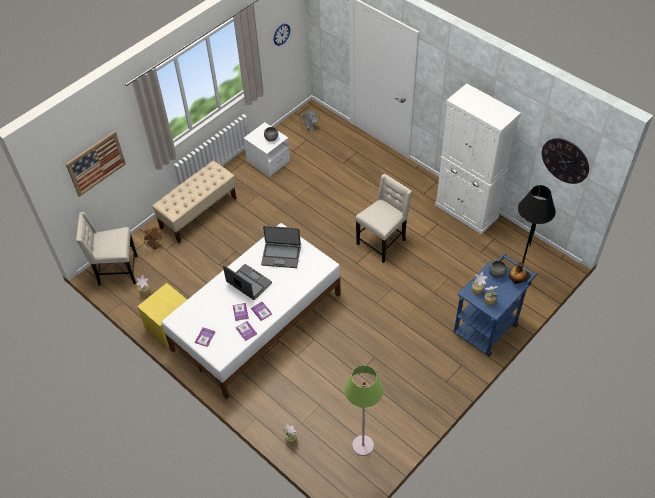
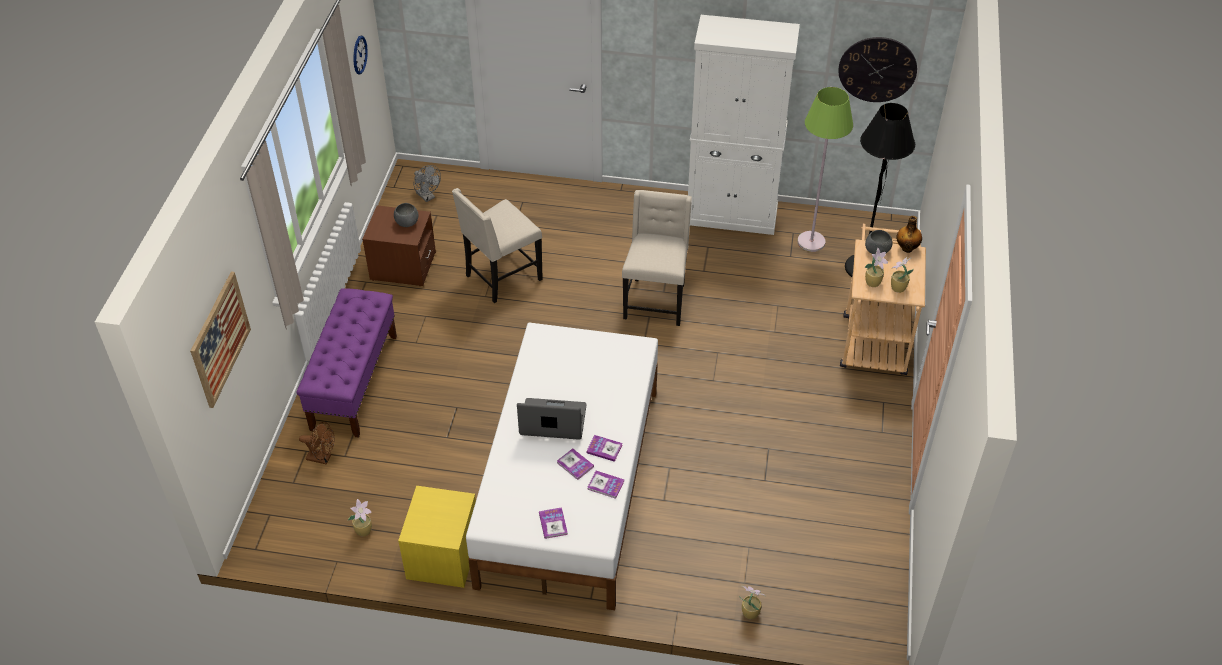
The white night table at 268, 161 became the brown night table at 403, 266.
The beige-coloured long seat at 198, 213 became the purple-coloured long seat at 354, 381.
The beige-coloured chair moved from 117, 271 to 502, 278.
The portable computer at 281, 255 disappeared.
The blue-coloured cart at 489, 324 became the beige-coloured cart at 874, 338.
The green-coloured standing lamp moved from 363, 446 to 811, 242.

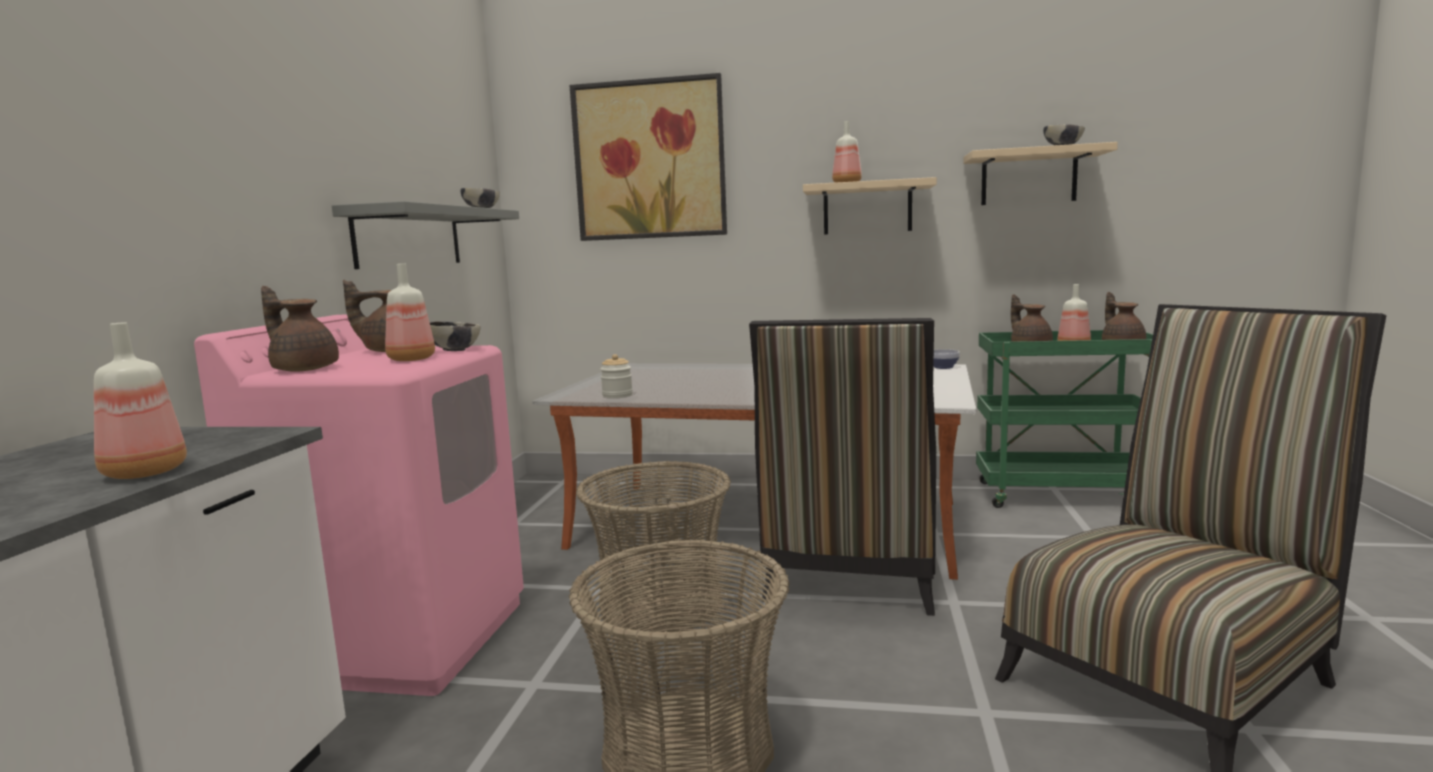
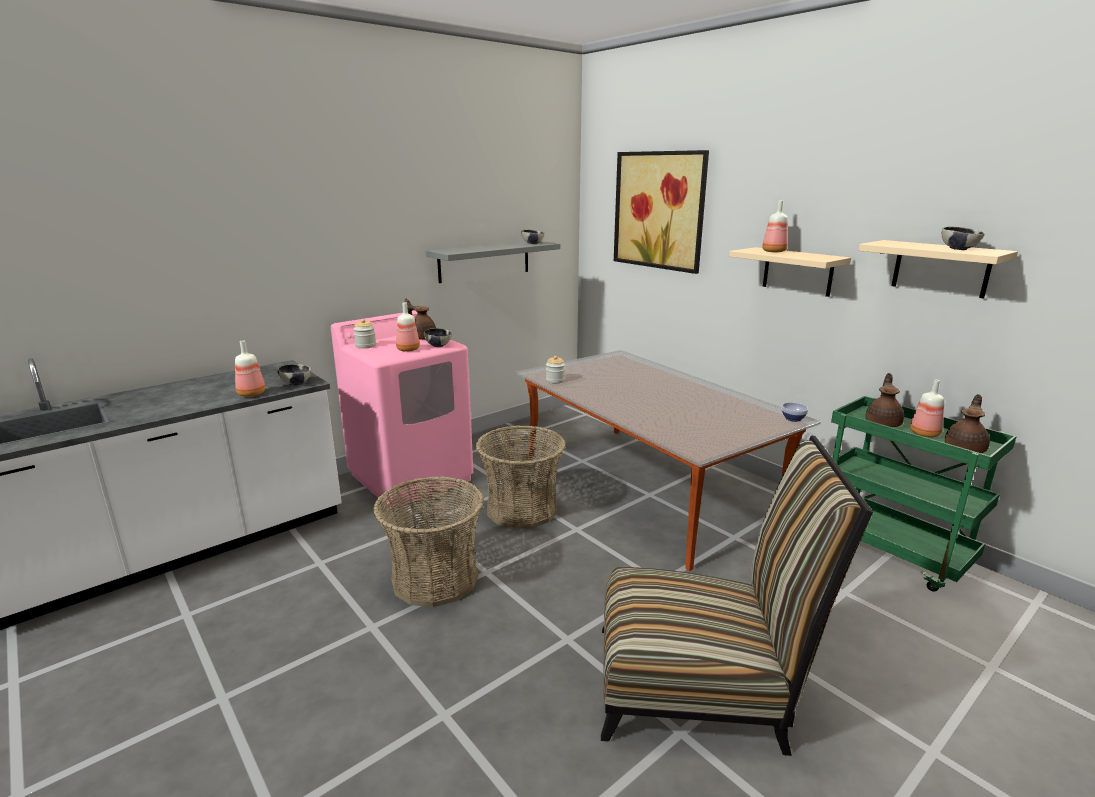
The brown teapot at 304, 369 was replaced by the storage jar at 365, 346.
The chair at 851, 574 disappeared.
The serving bowl at 296, 383 appeared.

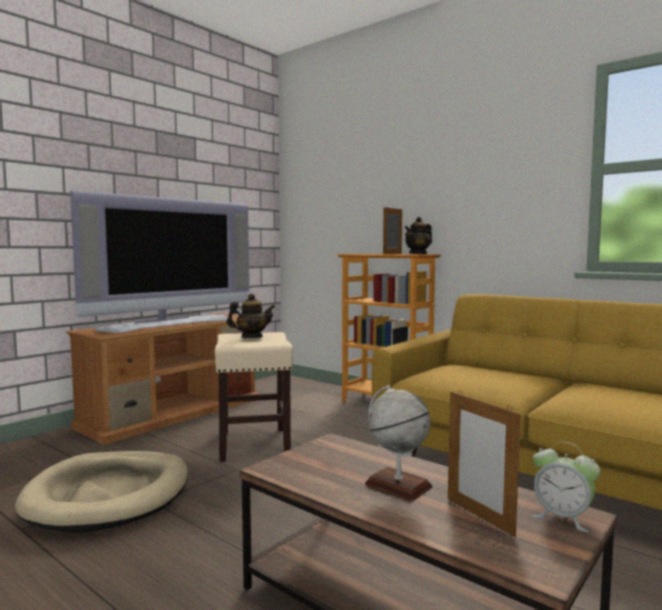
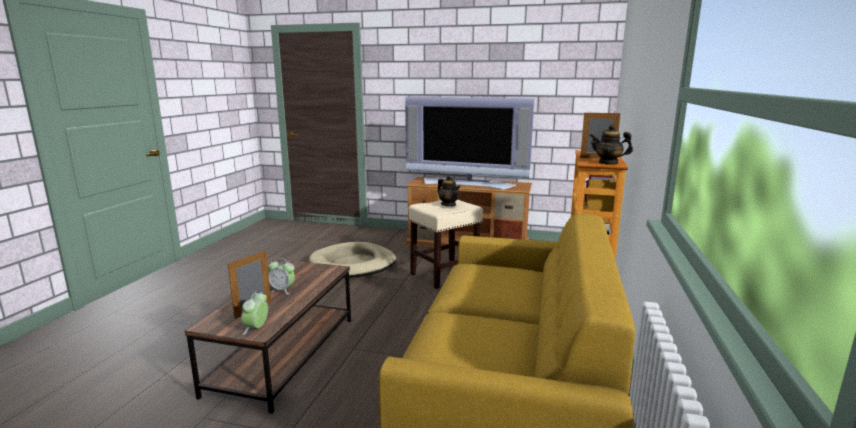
The globe at 398, 485 was replaced by the table clock at 282, 290.

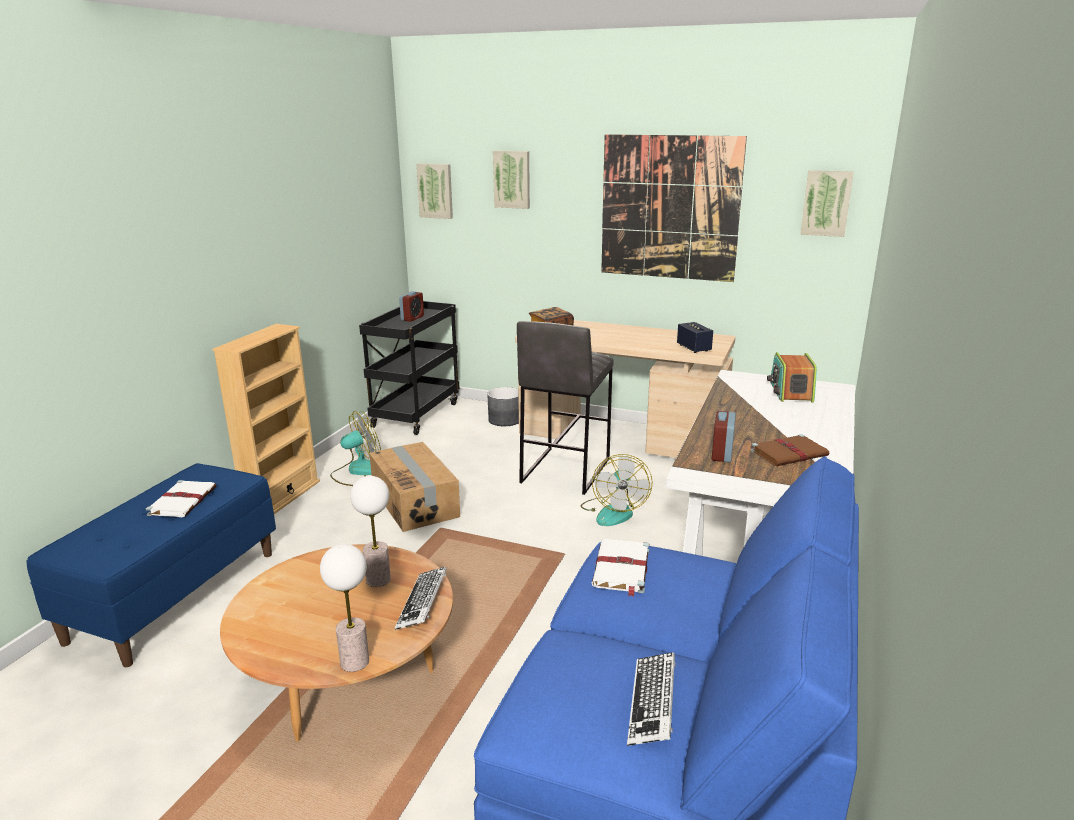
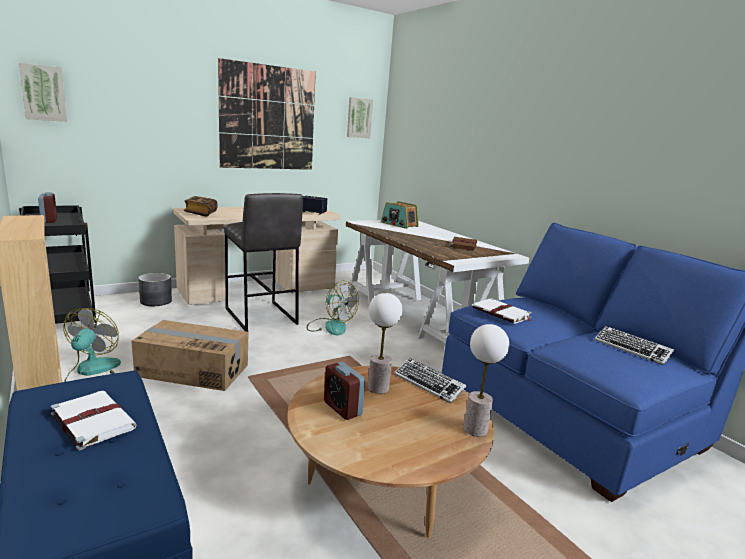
The wall picture at 512, 179 disappeared.
The table clock moved from 722, 454 to 342, 408.

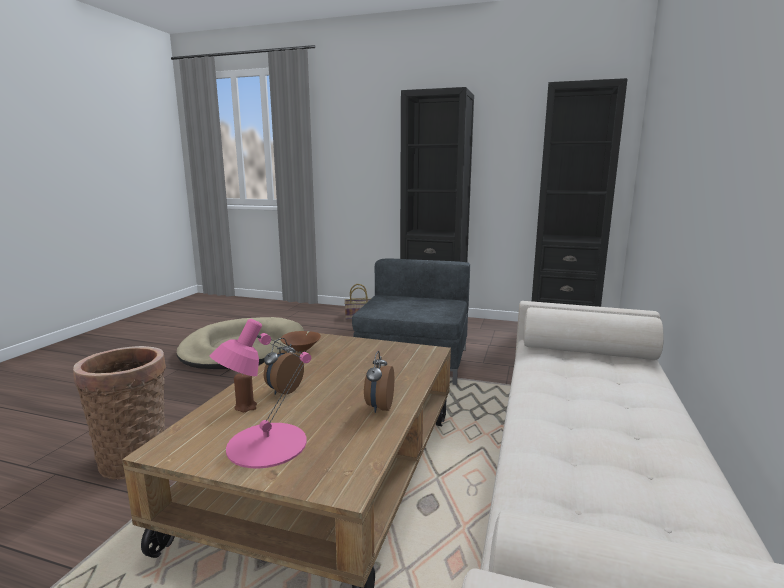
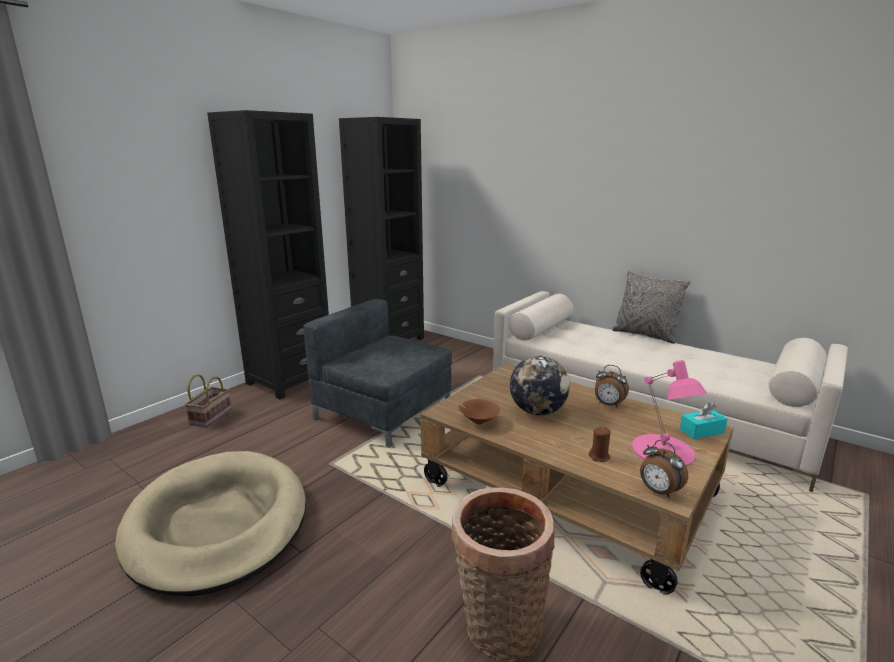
The table clock moved from 283, 390 to 658, 491.
The gray pillow at 645, 335 appeared.
The globe at 537, 411 appeared.
The blue-green tissue holder at 701, 431 appeared.

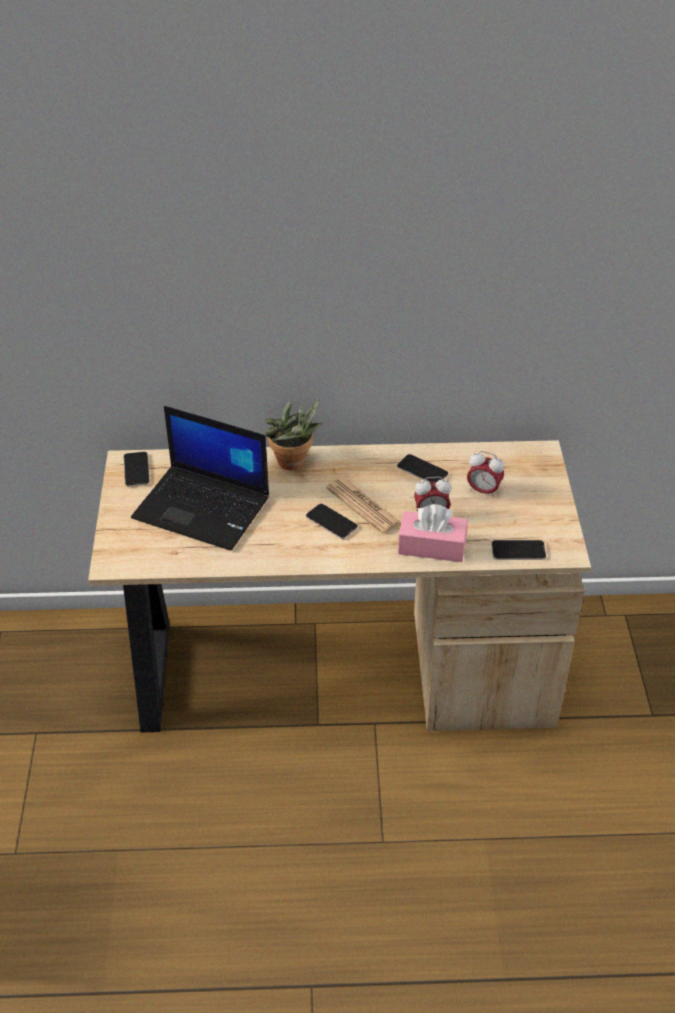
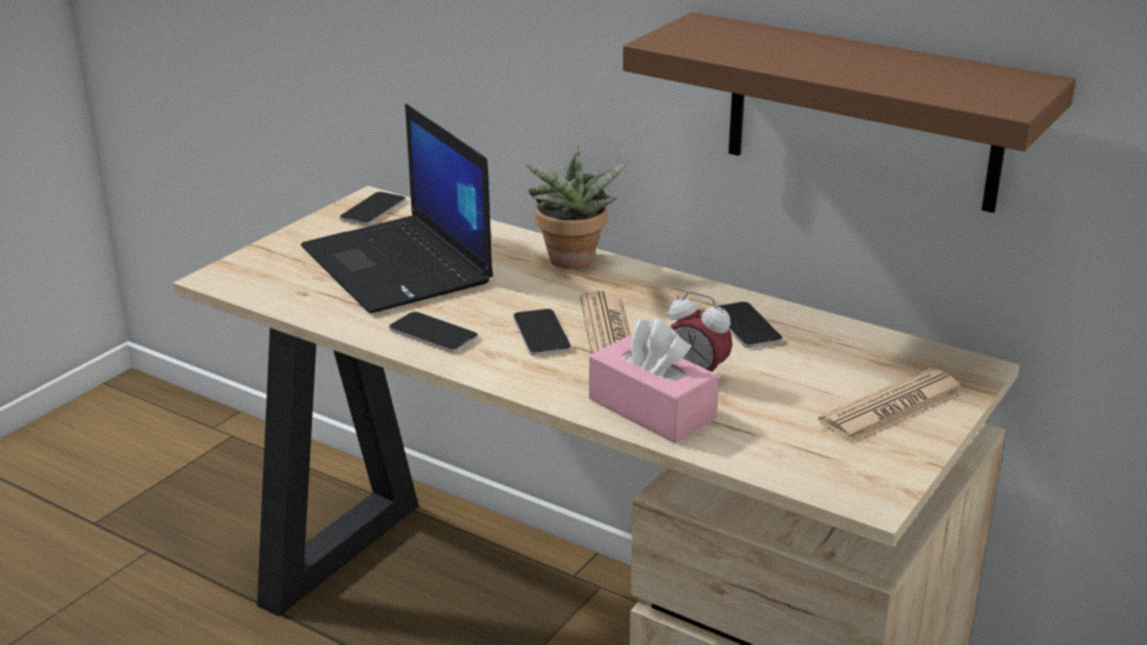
The table clock at 483, 491 disappeared.
The phone moved from 518, 550 to 433, 333.
The brown shelf at 863, 113 appeared.
The daily paper at 892, 408 appeared.

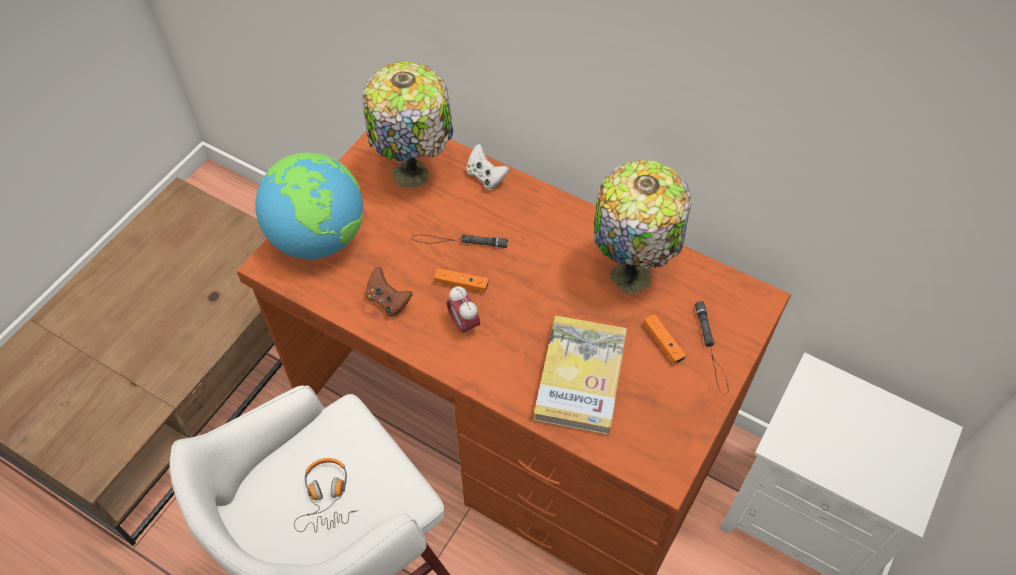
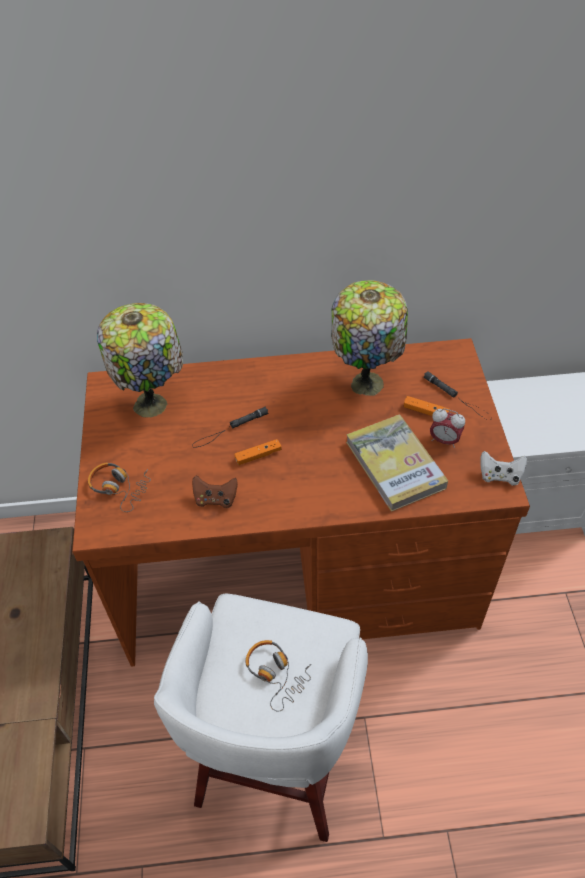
The white game controller moved from 486, 177 to 500, 476.
The globe at 318, 238 was replaced by the pair of headphones at 119, 488.
The table clock moved from 464, 324 to 444, 440.

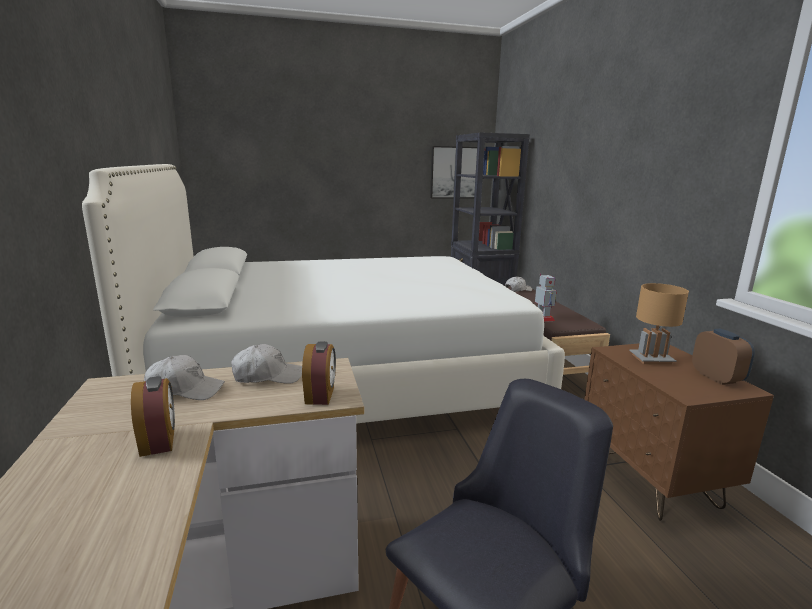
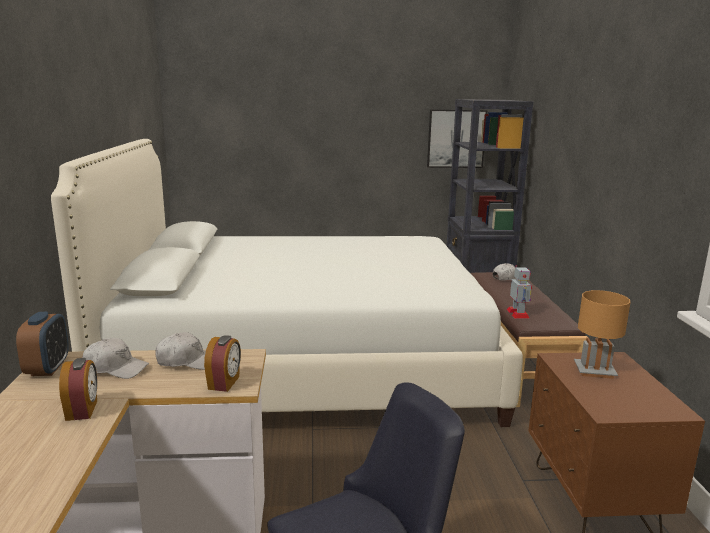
The table clock moved from 717, 378 to 47, 368.

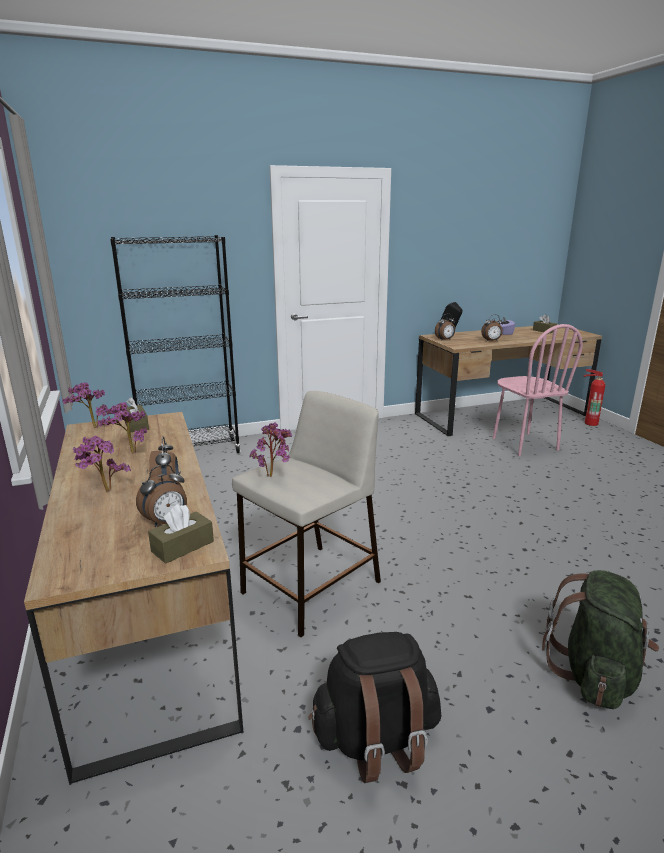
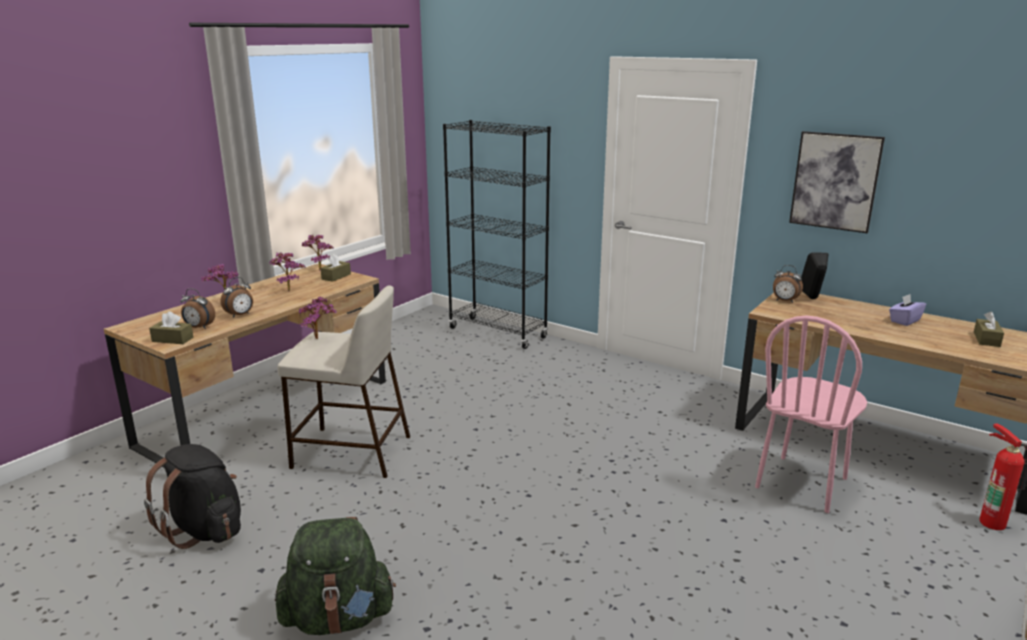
The table clock at 491, 341 disappeared.
The wall picture at 835, 181 appeared.

